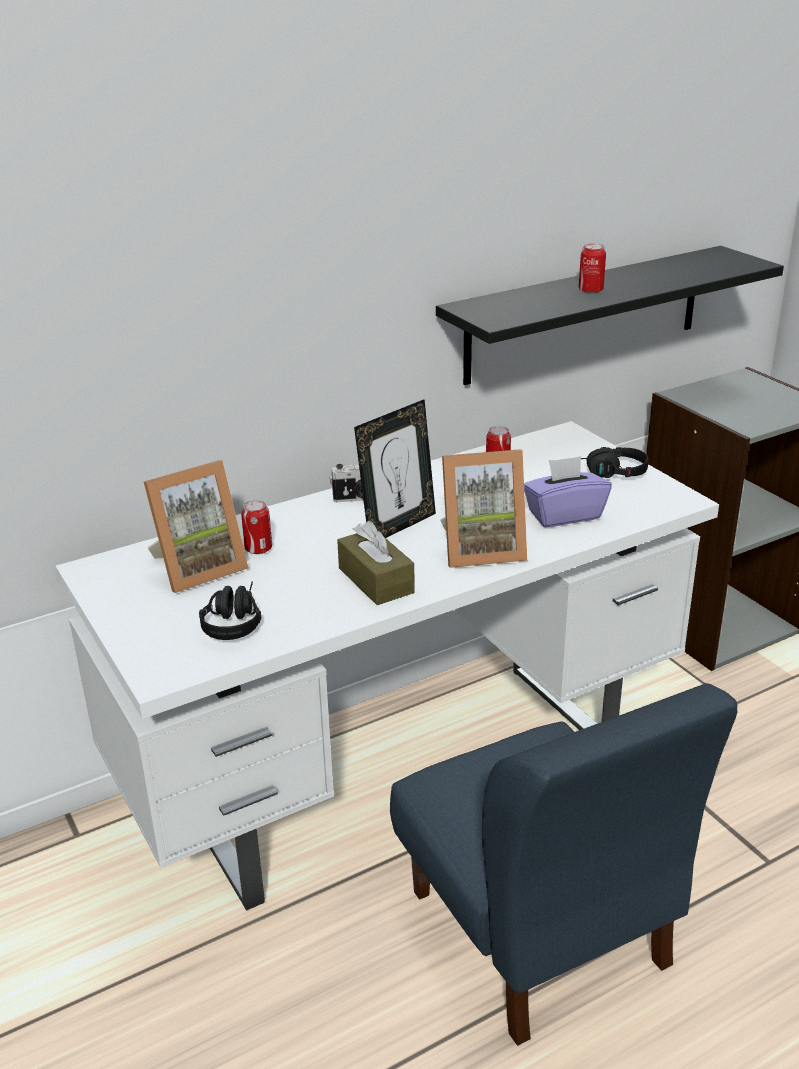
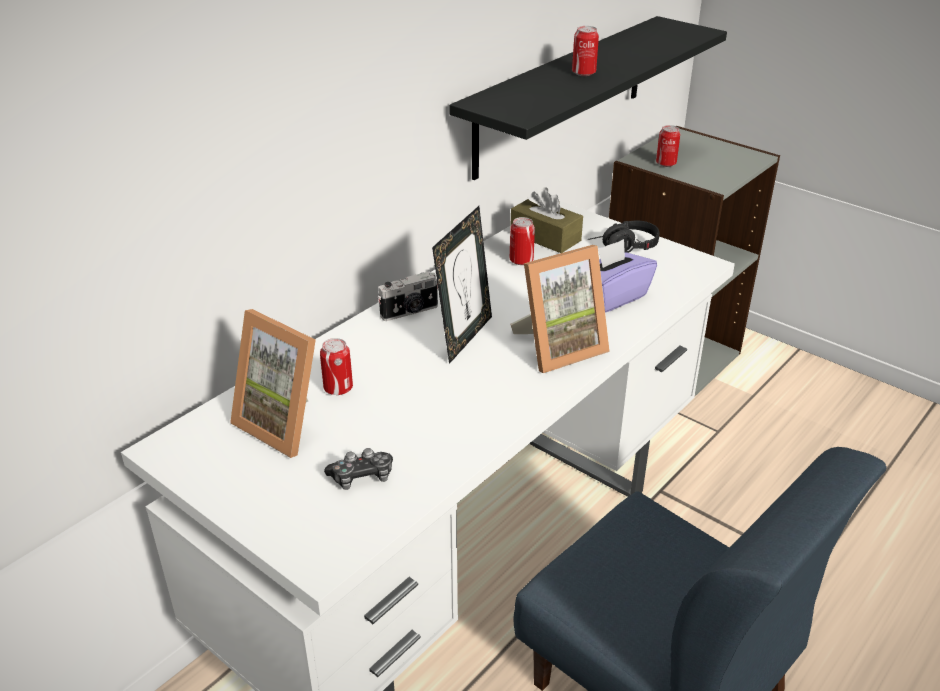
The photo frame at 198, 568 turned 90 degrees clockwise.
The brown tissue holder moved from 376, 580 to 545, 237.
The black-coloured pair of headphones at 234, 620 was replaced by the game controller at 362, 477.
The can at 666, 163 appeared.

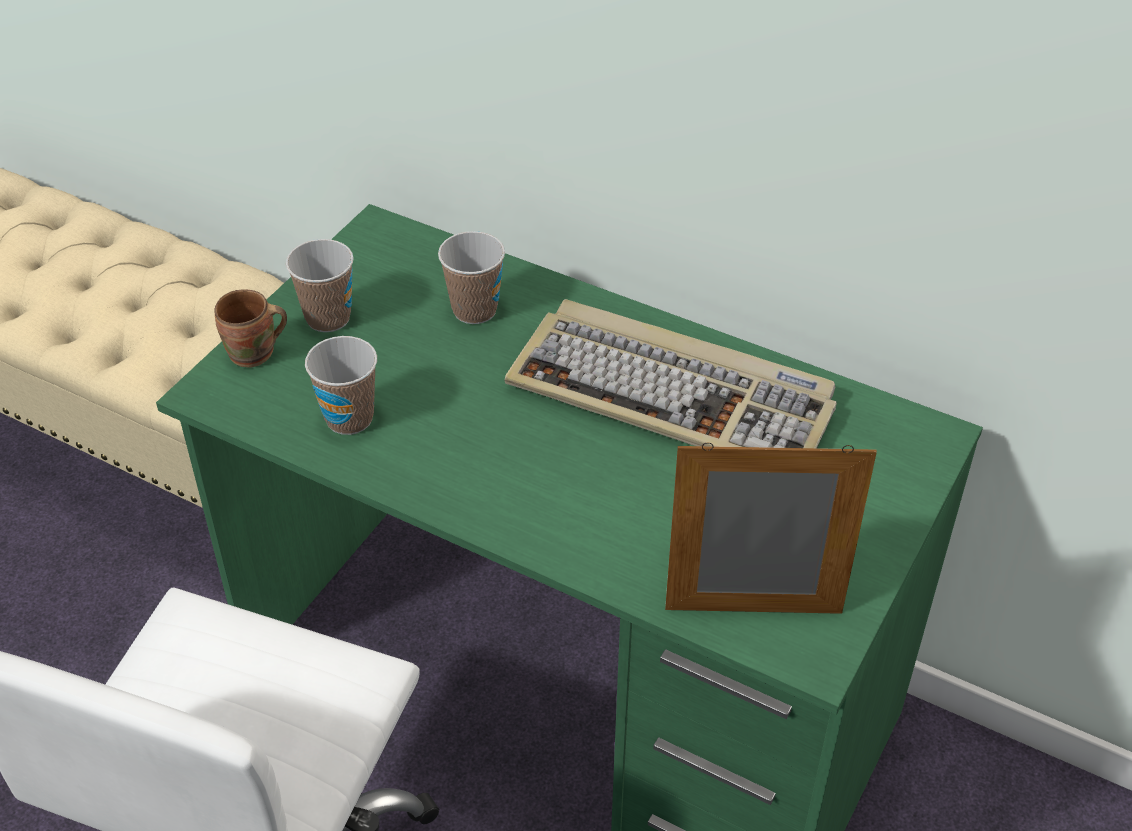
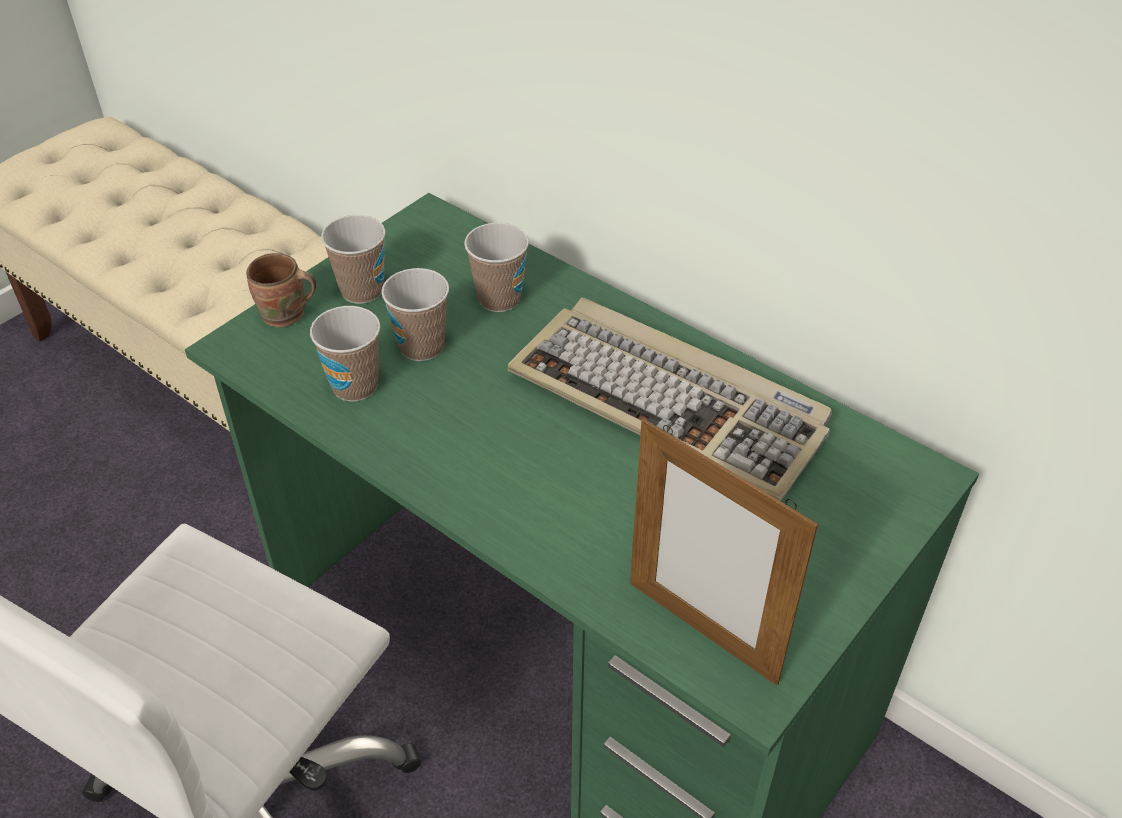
The photo frame at 753, 610 turned 150 degrees counterclockwise.
The cup at 421, 347 appeared.

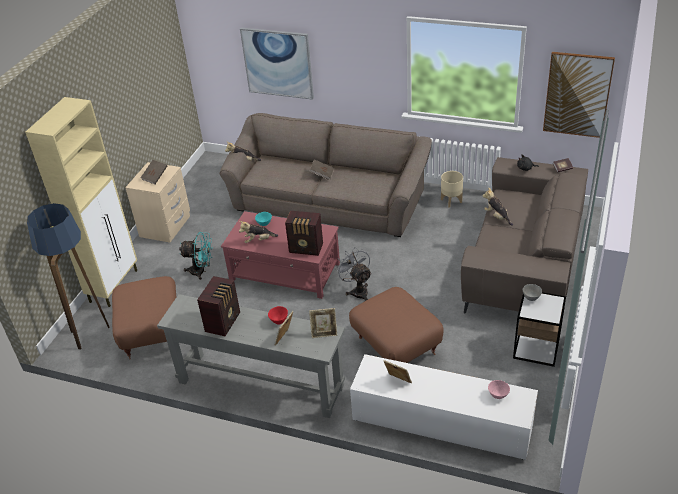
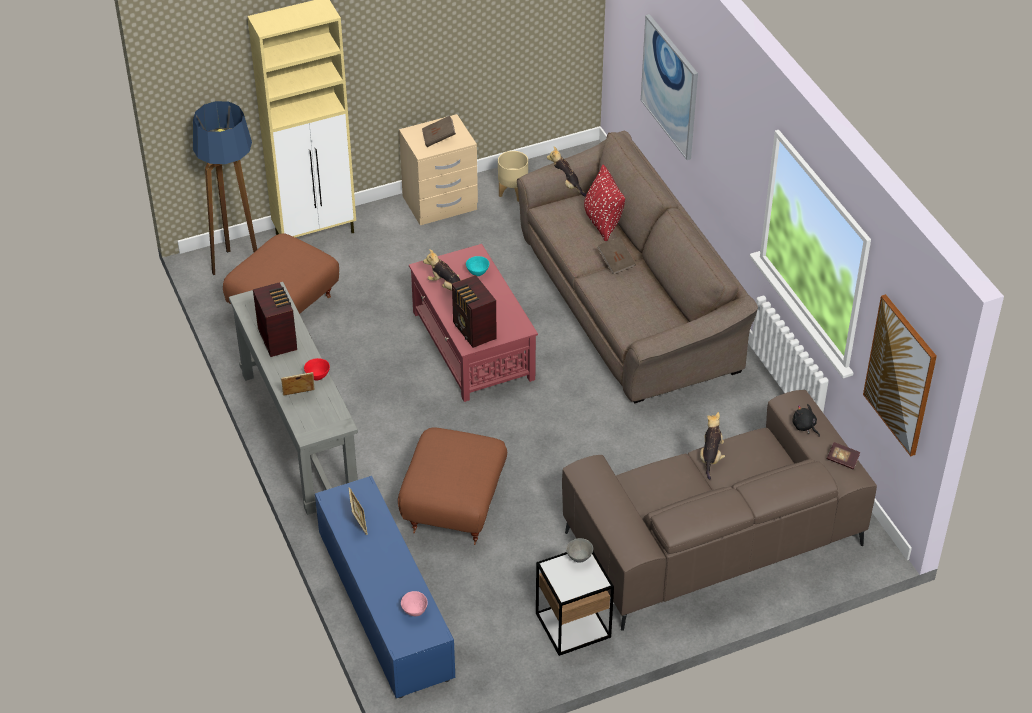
The beige-coloured plant pot moved from 451, 201 to 513, 192.
The blue-green fan at 201, 271 disappeared.
The gray fan at 357, 291 disappeared.
The radio set at 224, 322 turned 90 degrees counterclockwise.
The photo frame at 324, 333 disappeared.
The white media console at 440, 422 became the blue-coloured media console at 384, 604.
The reddish pillow at 602, 222 appeared.

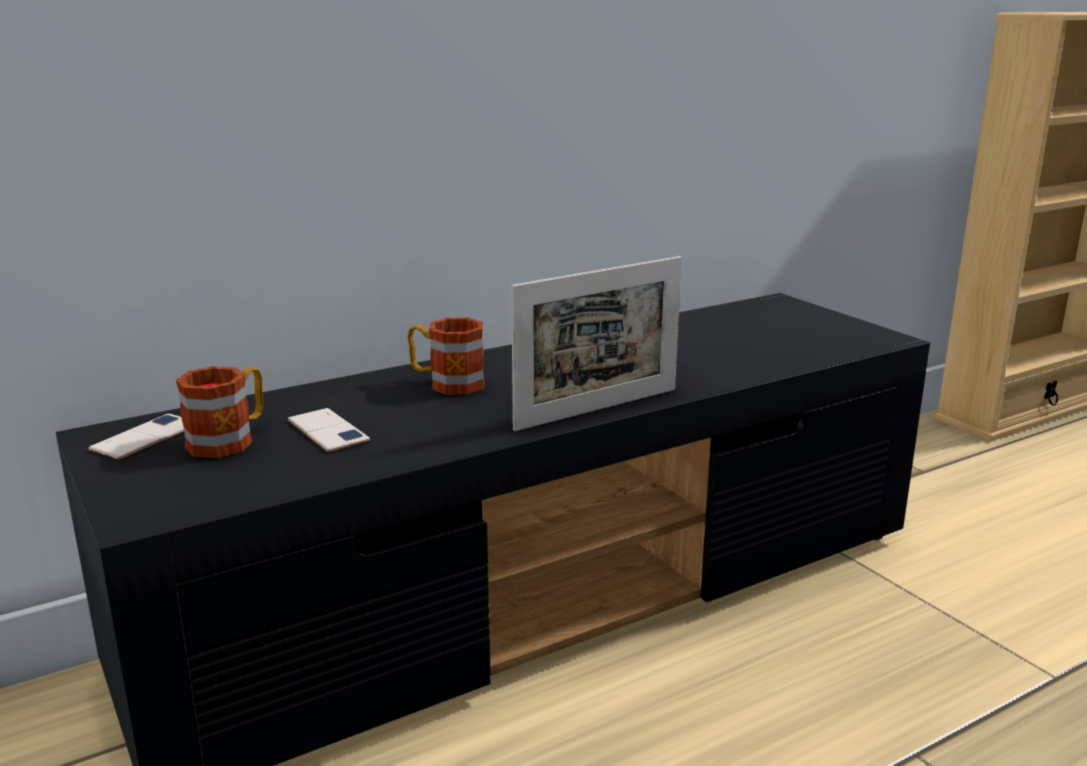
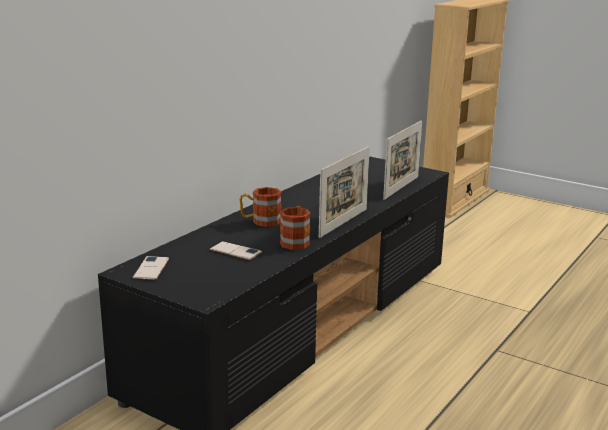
The mug moved from 230, 439 to 295, 241.
The photo frame at 401, 187 appeared.

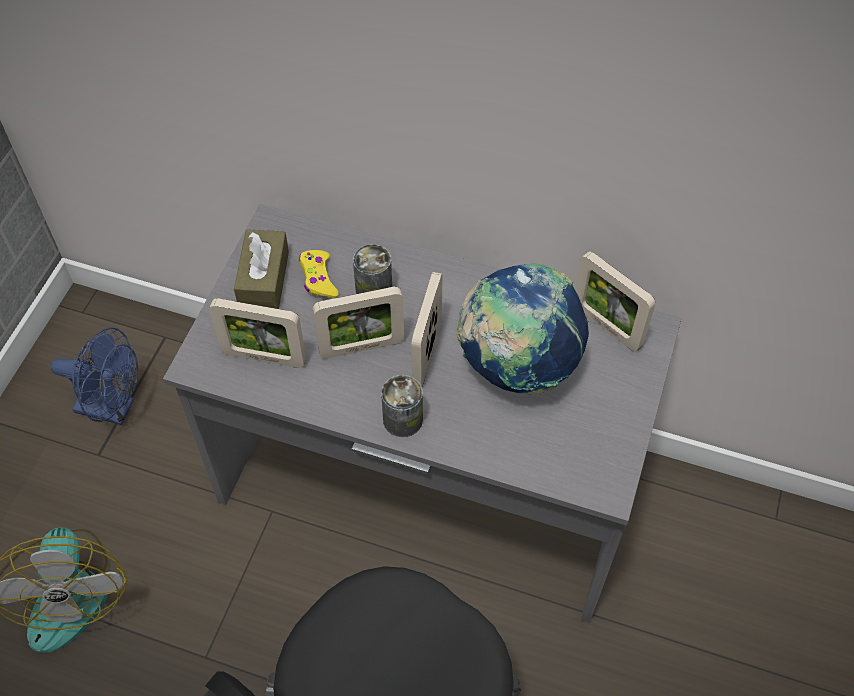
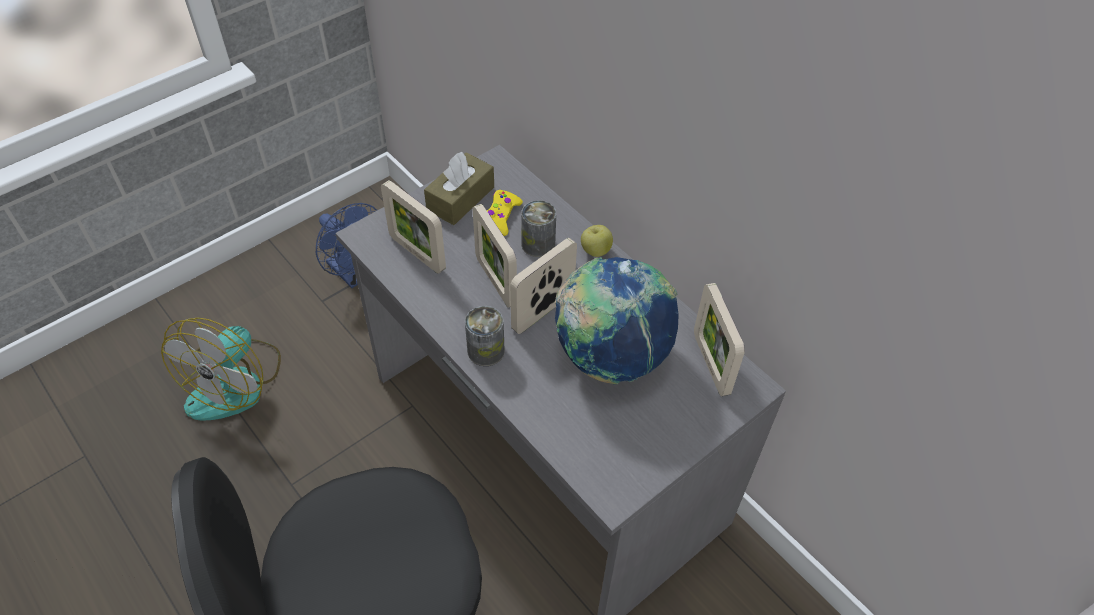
The photo frame at 361, 347 turned 45 degrees clockwise.
The apple fruit at 595, 251 appeared.

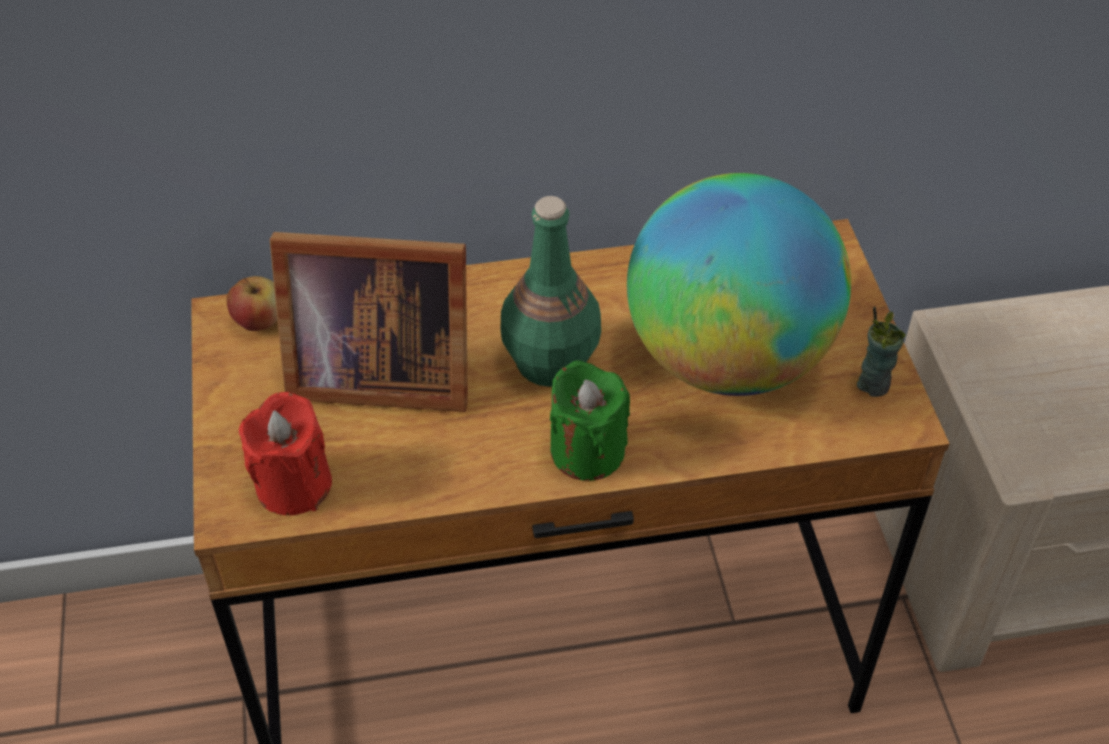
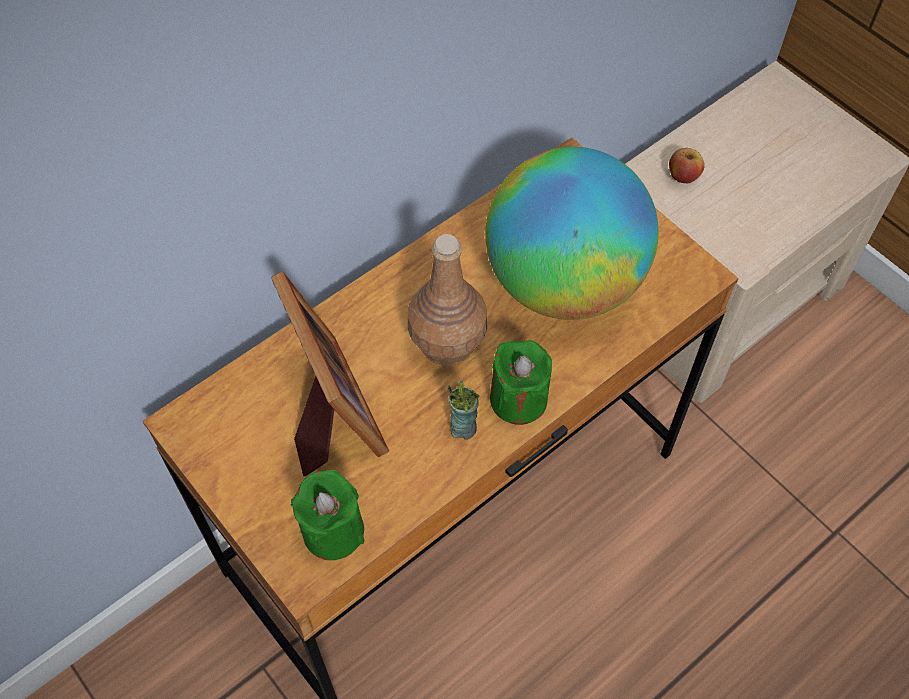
The green-coloured drink bottle at 550, 362 became the brown drink bottle at 447, 343.
The photo frame at 375, 372 turned 90 degrees counterclockwise.
The apple fruit moved from 259, 320 to 683, 176.
The cup moved from 873, 384 to 463, 427.
The reddish wax candle at 293, 485 became the green-coloured wax candle at 333, 531.

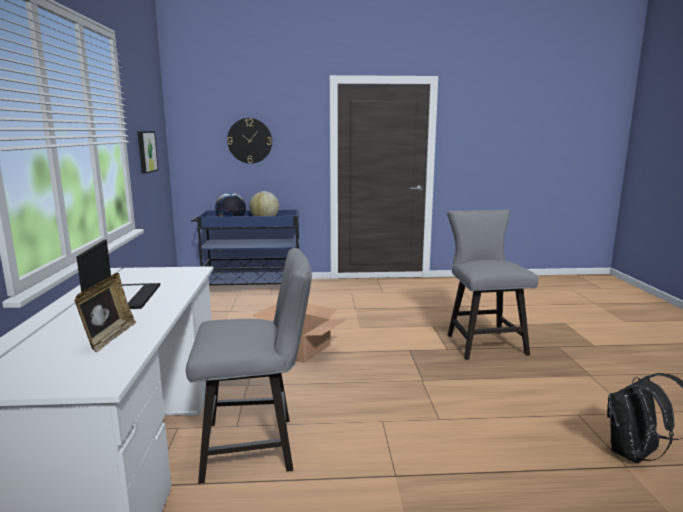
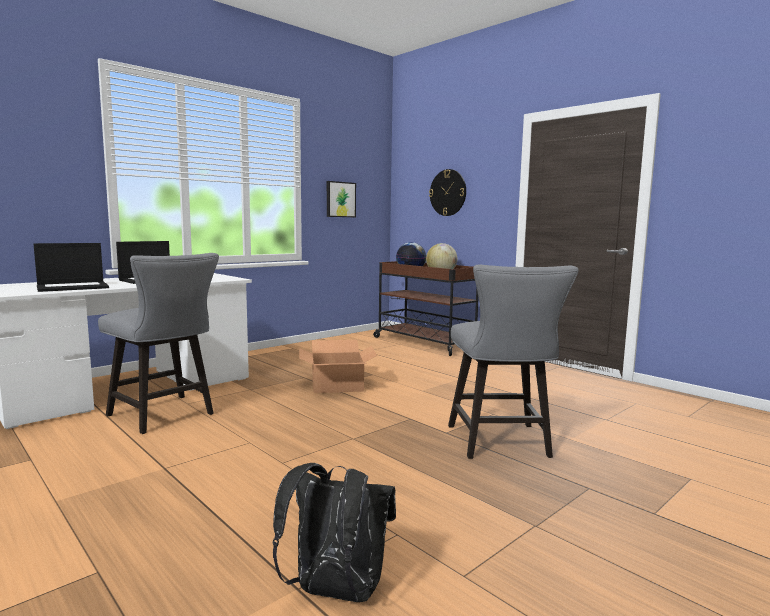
The gray chair at 482, 342 turned 135 degrees clockwise.
The blue-coloured cart at 251, 287 became the brown cart at 424, 342.
The photo frame at 108, 337 was replaced by the portable computer at 73, 287.

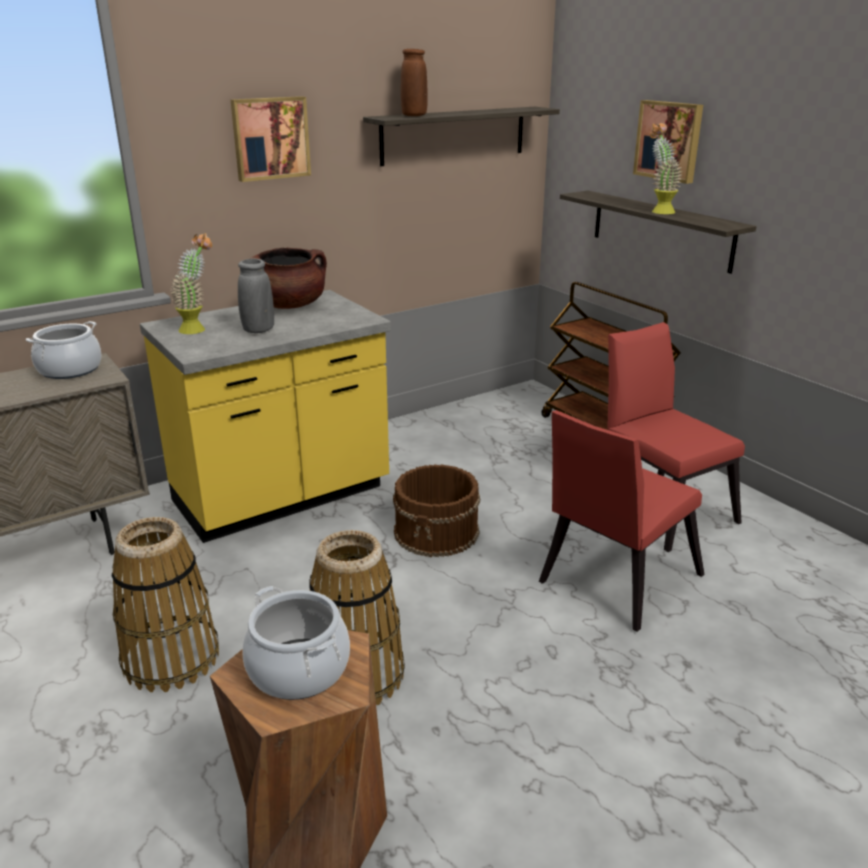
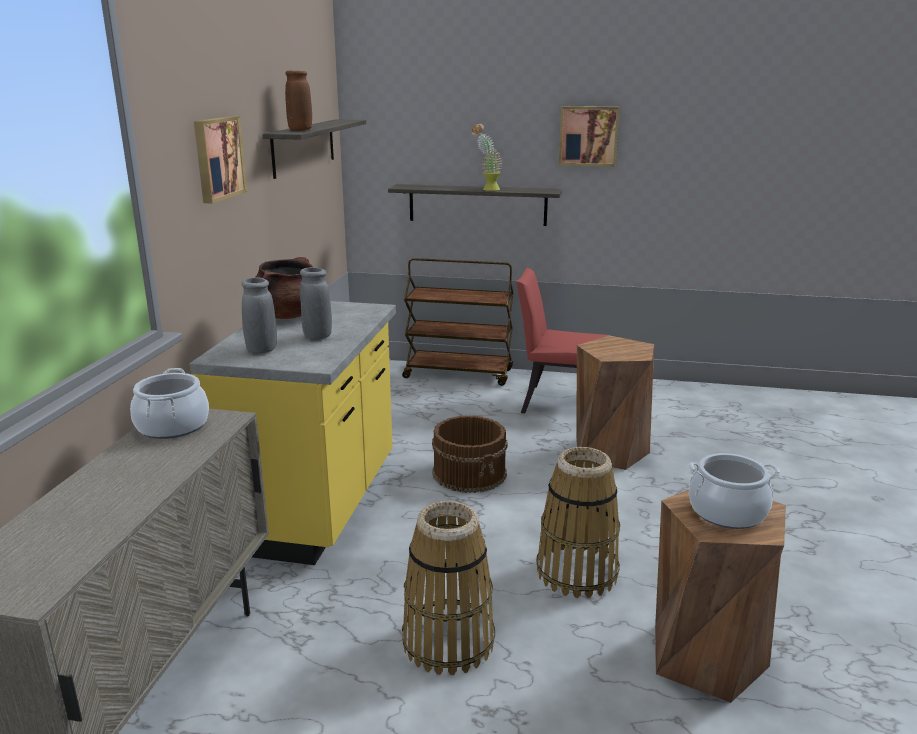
The wall picture moved from 669, 140 to 588, 136.
The potted plant at 198, 328 was replaced by the gray vase at 262, 350.
The reddish chair at 613, 582 was replaced by the brown stool at 609, 451.

